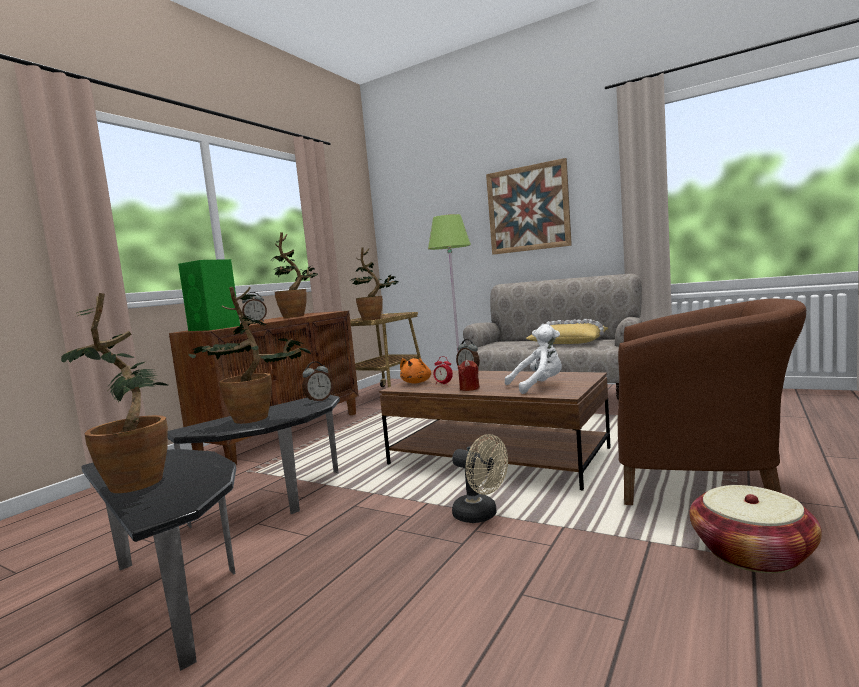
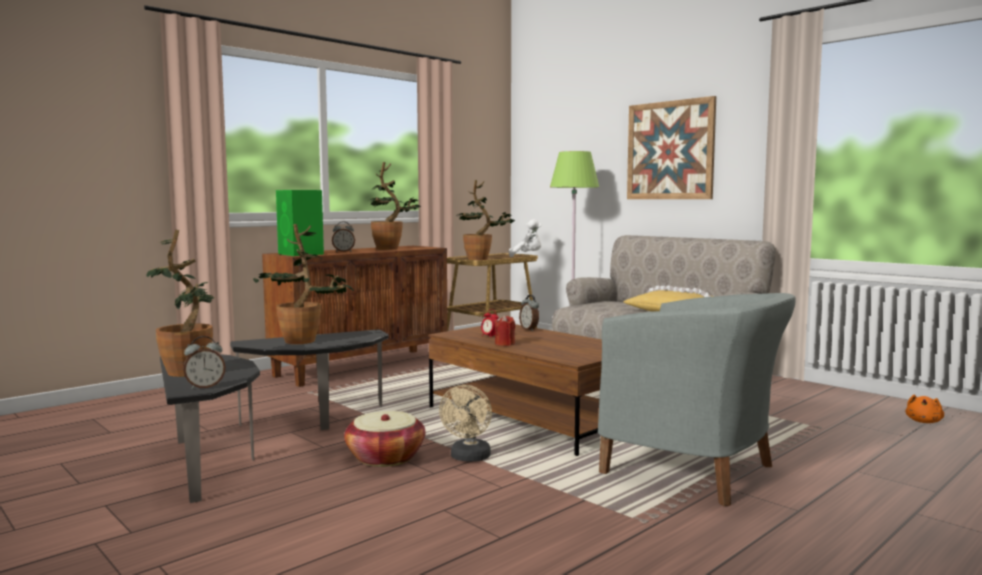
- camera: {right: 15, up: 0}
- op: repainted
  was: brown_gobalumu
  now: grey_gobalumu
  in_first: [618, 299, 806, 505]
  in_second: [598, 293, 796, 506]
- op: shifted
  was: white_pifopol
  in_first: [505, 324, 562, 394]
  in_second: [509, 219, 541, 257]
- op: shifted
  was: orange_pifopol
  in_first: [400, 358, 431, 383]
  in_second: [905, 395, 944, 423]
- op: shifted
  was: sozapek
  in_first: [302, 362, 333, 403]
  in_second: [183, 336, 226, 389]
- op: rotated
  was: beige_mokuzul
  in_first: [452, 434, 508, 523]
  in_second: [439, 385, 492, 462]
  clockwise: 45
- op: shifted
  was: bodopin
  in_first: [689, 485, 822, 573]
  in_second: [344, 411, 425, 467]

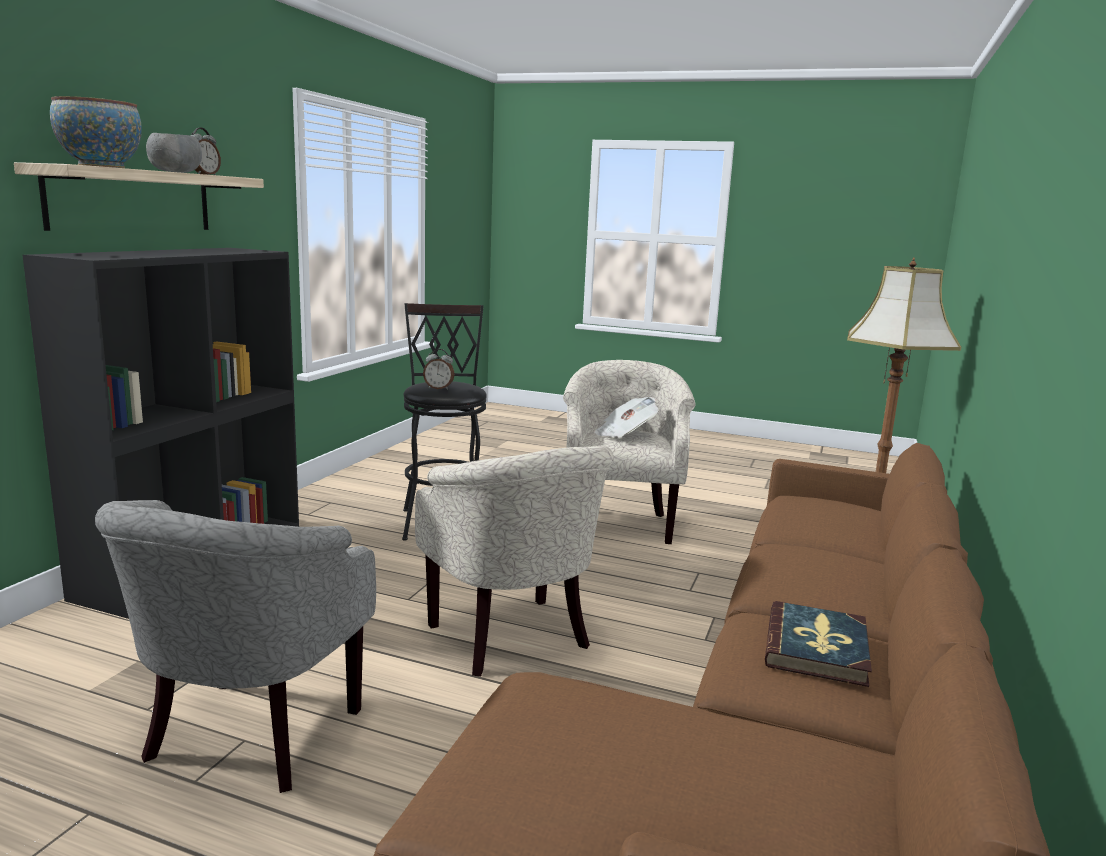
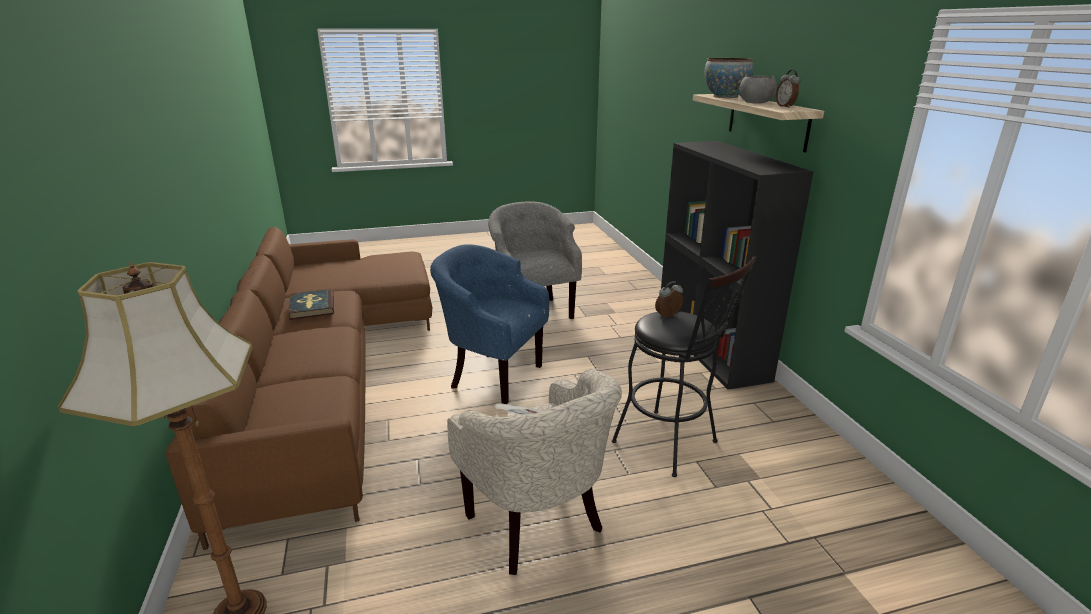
- camera: {right: 145, up: 10}
- op: repainted
  was: beige_gobalumu
  now: blue_gobalumu
  in_first: [415, 445, 614, 677]
  in_second: [430, 244, 549, 404]

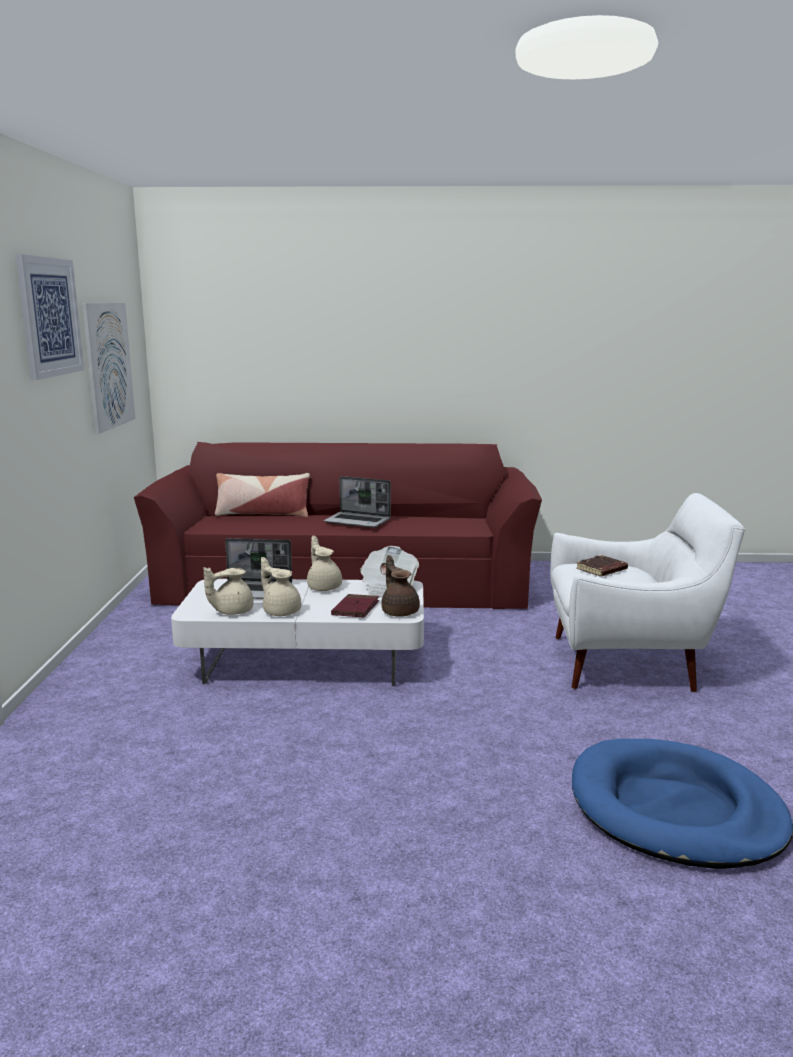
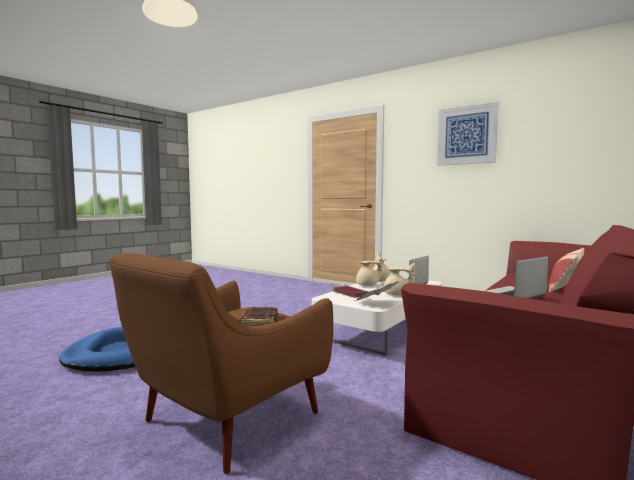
- camera: {right: 125, up: -10}
- op: gone
  was: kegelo
  in_first: [82, 303, 135, 434]
- op: repainted
  was: white_gobalumu
  now: brown_gobalumu
  in_first: [550, 493, 745, 692]
  in_second: [108, 253, 333, 474]
- op: gone
  was: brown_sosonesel
  in_first: [381, 555, 420, 617]

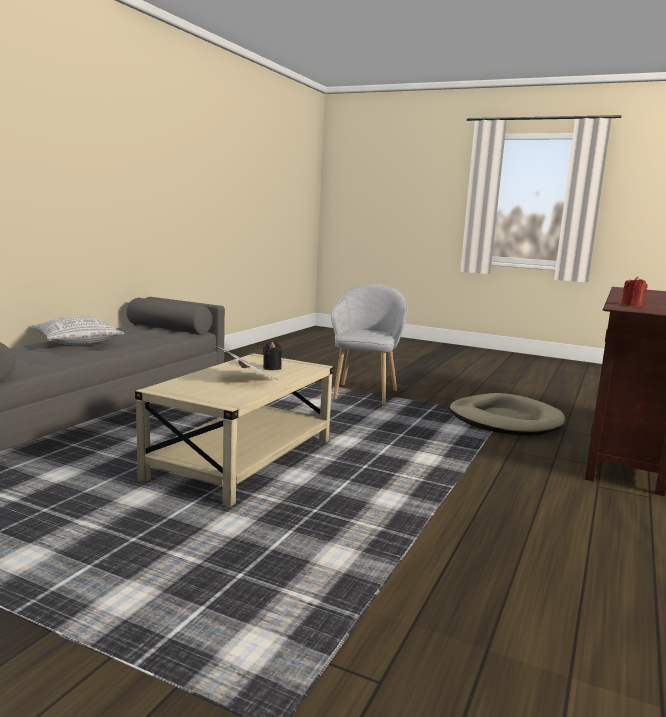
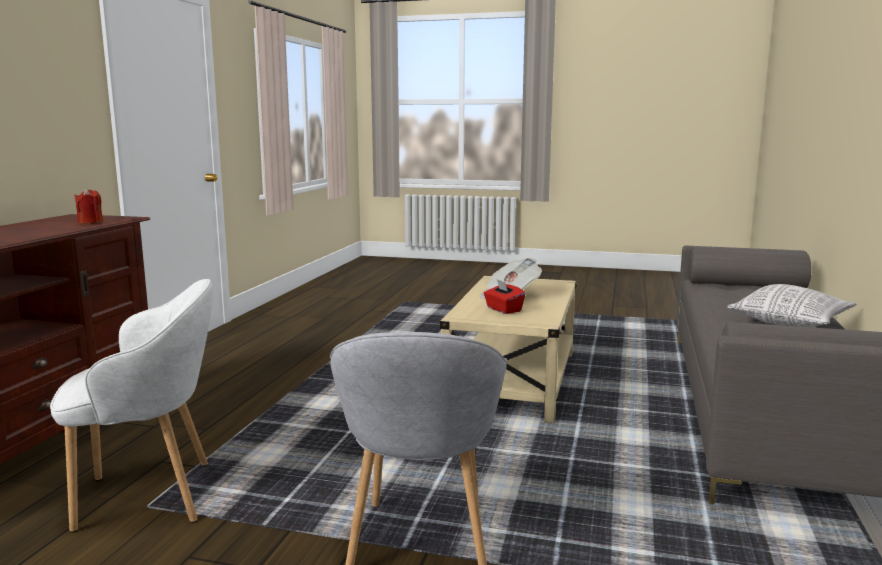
- camera: {right: 170, up: 0}
- op: swapped
  was: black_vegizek
  now: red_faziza
  in_first: [263, 342, 282, 370]
  in_second: [484, 279, 525, 314]
- op: swapped
  was: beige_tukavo
  now: white_gobalumu
  in_first: [450, 393, 565, 436]
  in_second: [50, 279, 213, 533]

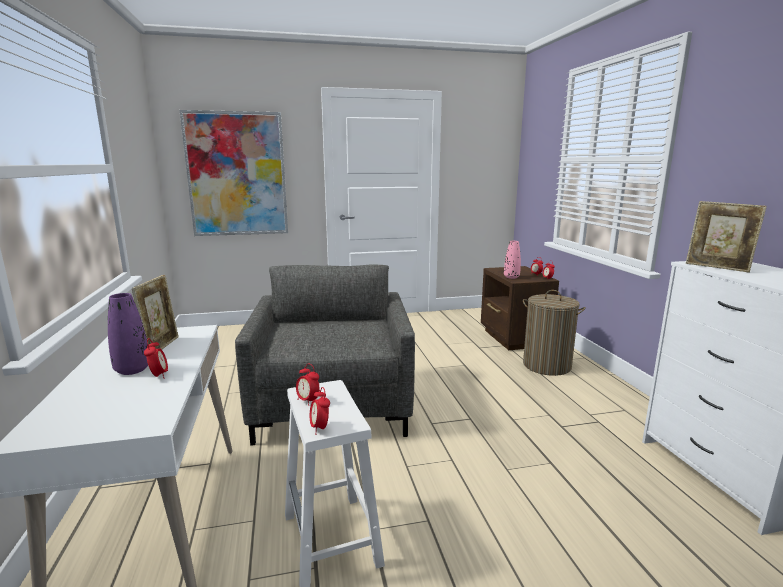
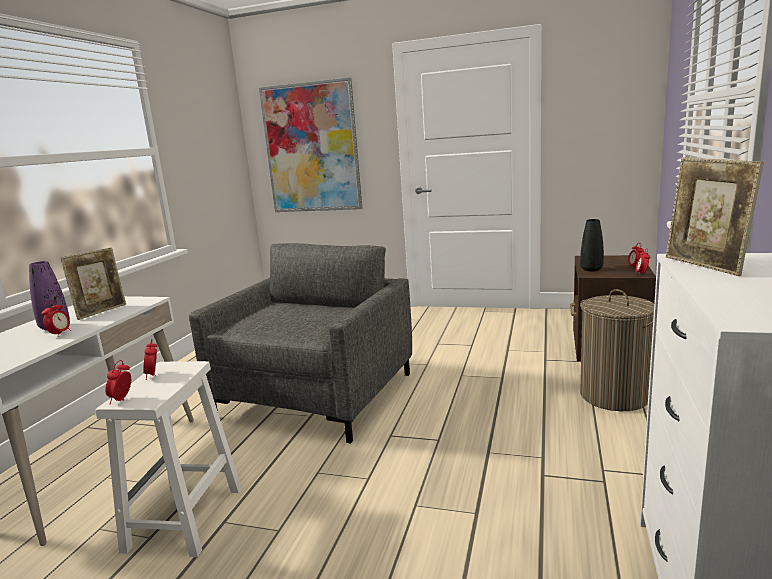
- camera: {right: 30, up: 0}
- op: repainted
  was: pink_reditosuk
  now: black_reditosuk
  in_first: [504, 241, 521, 279]
  in_second: [580, 219, 604, 271]

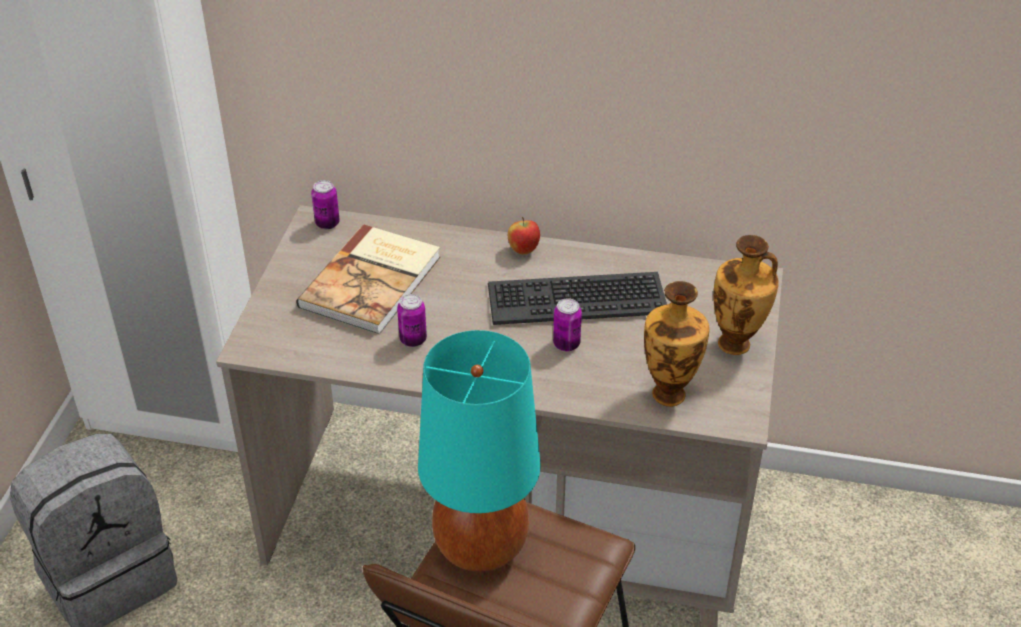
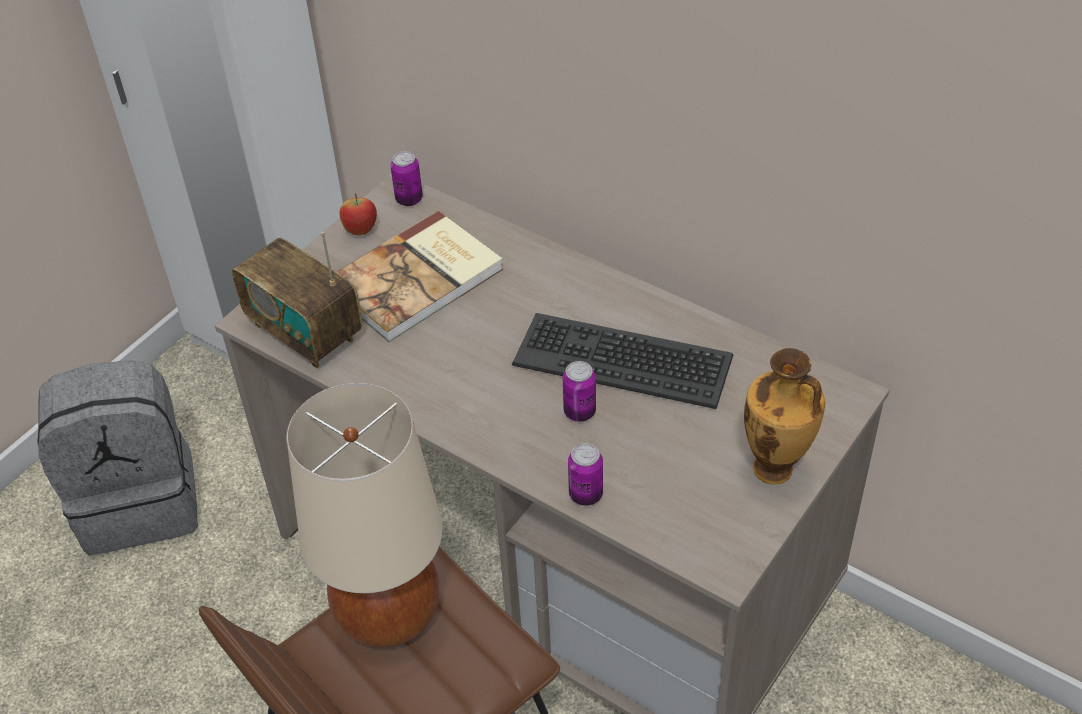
- camera: {right: 25, up: 5}
- op: shifted
  was: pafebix
  in_first: [508, 217, 540, 255]
  in_second: [339, 194, 377, 236]
- op: gone
  was: reditosuk
  in_first: [644, 281, 710, 407]
- op: shifted
  was: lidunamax
  in_first: [397, 294, 427, 347]
  in_second: [568, 443, 603, 506]
- op: repainted
  was: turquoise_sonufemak
  now: beige_sonufemak
  in_first: [418, 330, 541, 572]
  in_second: [287, 383, 442, 648]
- op: new
  now: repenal
  in_second: [232, 232, 362, 368]

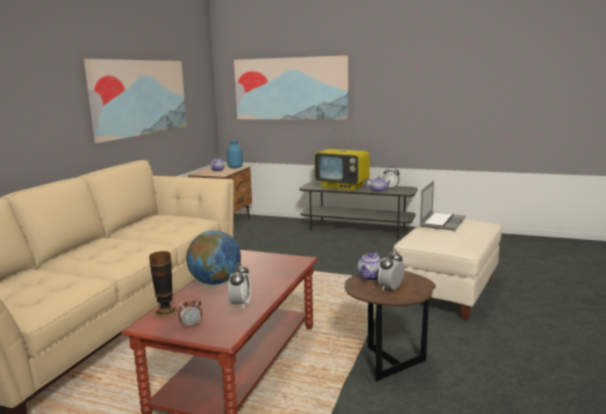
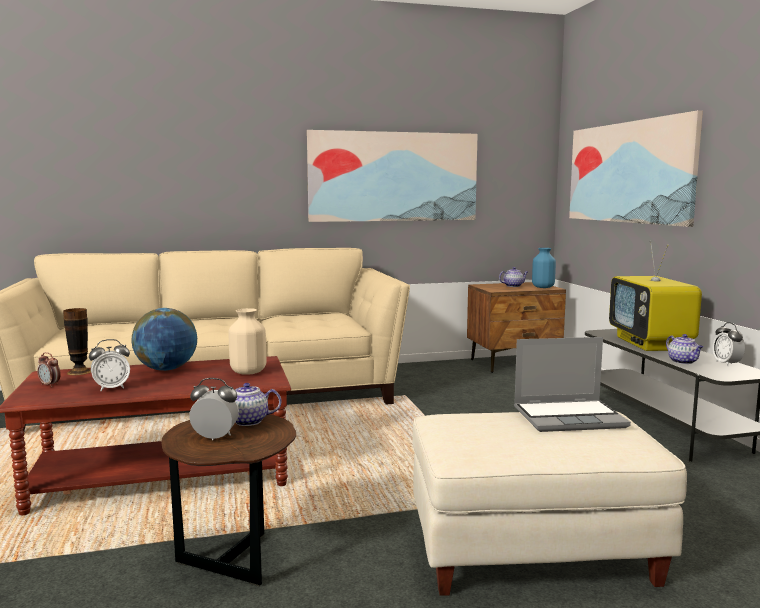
- camera: {right: 55, up: -5}
- op: new
  now: beige_reditosuk
  in_second: [229, 308, 266, 375]

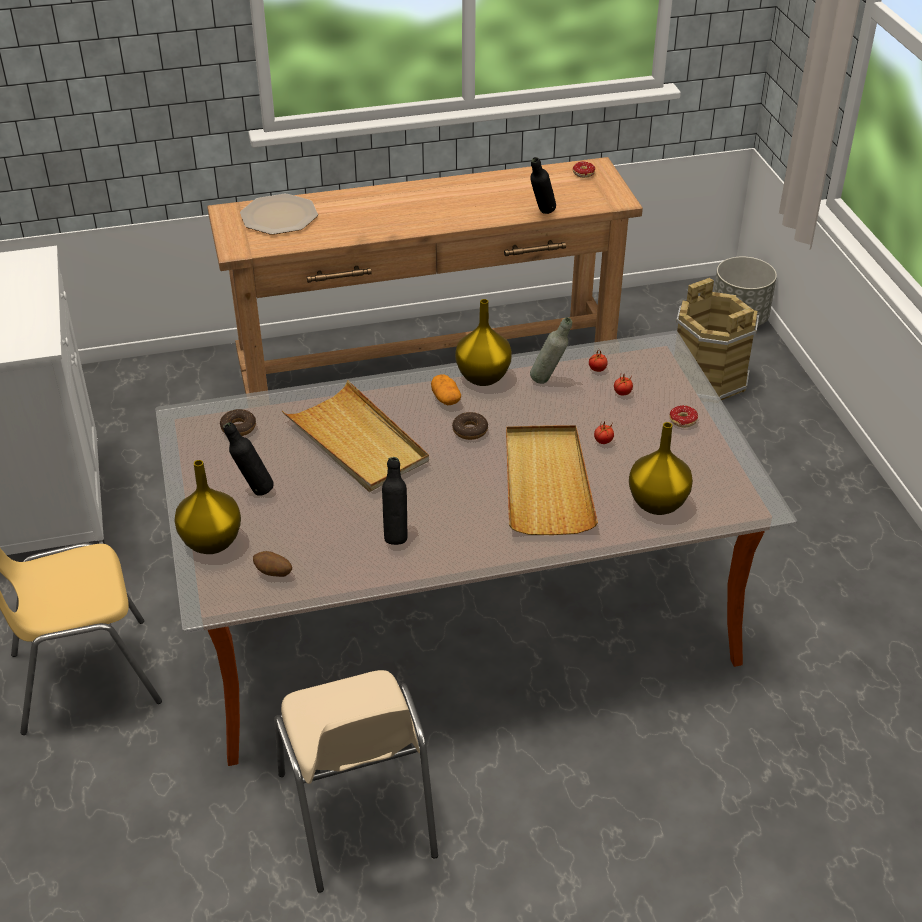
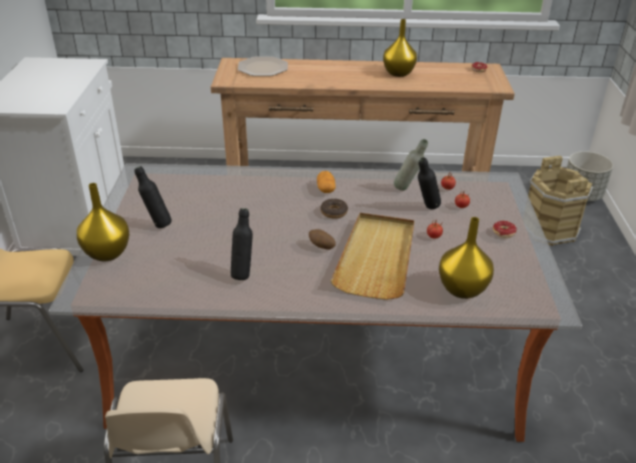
- camera: {right: 15, up: -5}
- op: shifted
  was: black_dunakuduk
  in_first: [530, 157, 556, 214]
  in_second: [418, 157, 441, 209]
- op: shifted
  was: yellow_reditosuk
  in_first: [455, 299, 512, 386]
  in_second: [383, 19, 417, 77]
- op: gone
  was: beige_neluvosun
  in_first: [282, 380, 429, 492]
- op: gone
  was: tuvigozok
  in_first: [220, 409, 256, 436]
- op: shifted
  was: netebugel
  in_first: [253, 551, 292, 577]
  in_second: [309, 229, 336, 250]

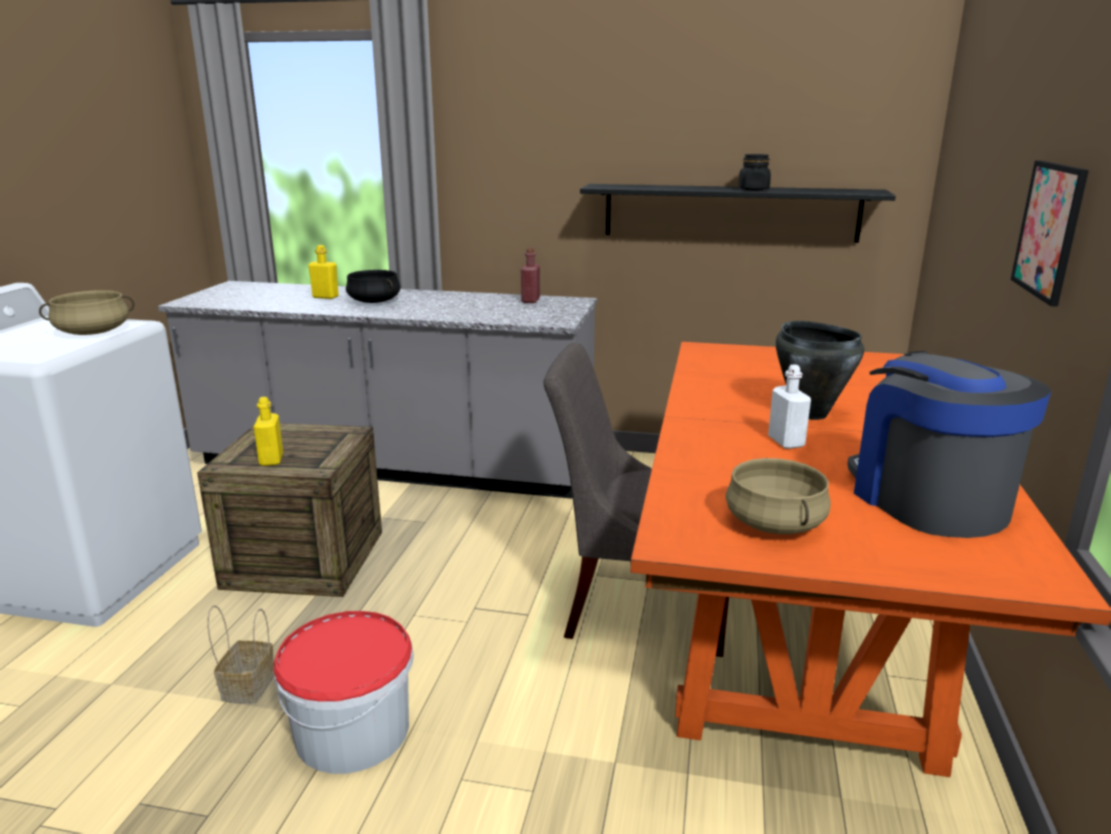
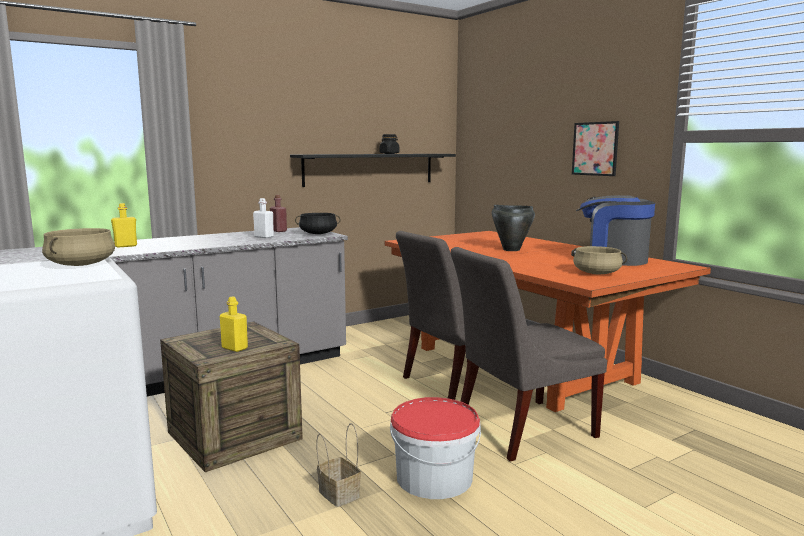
- camera: {right: -45, up: -10}
- op: shifted
  was: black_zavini
  in_first: [346, 270, 400, 303]
  in_second: [295, 213, 341, 234]
- op: shifted
  was: white_dunakuduk
  in_first: [768, 364, 811, 449]
  in_second: [253, 198, 274, 238]
- op: new
  now: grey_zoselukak
  in_second: [450, 247, 607, 461]

